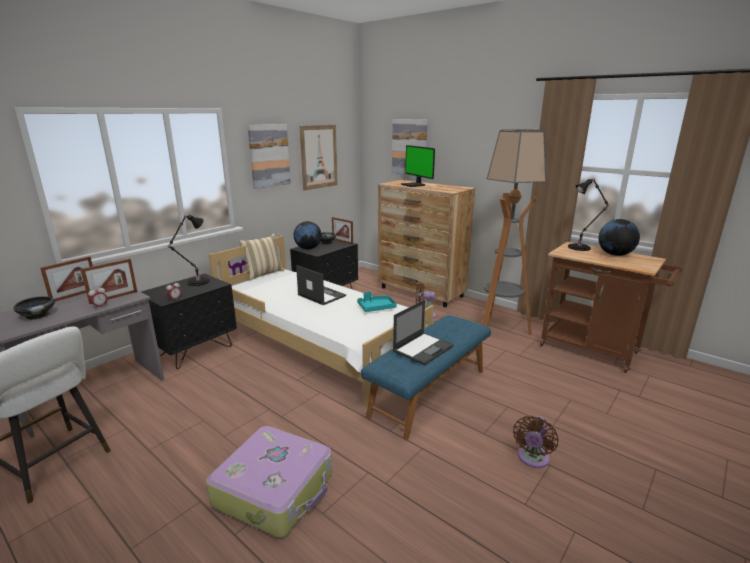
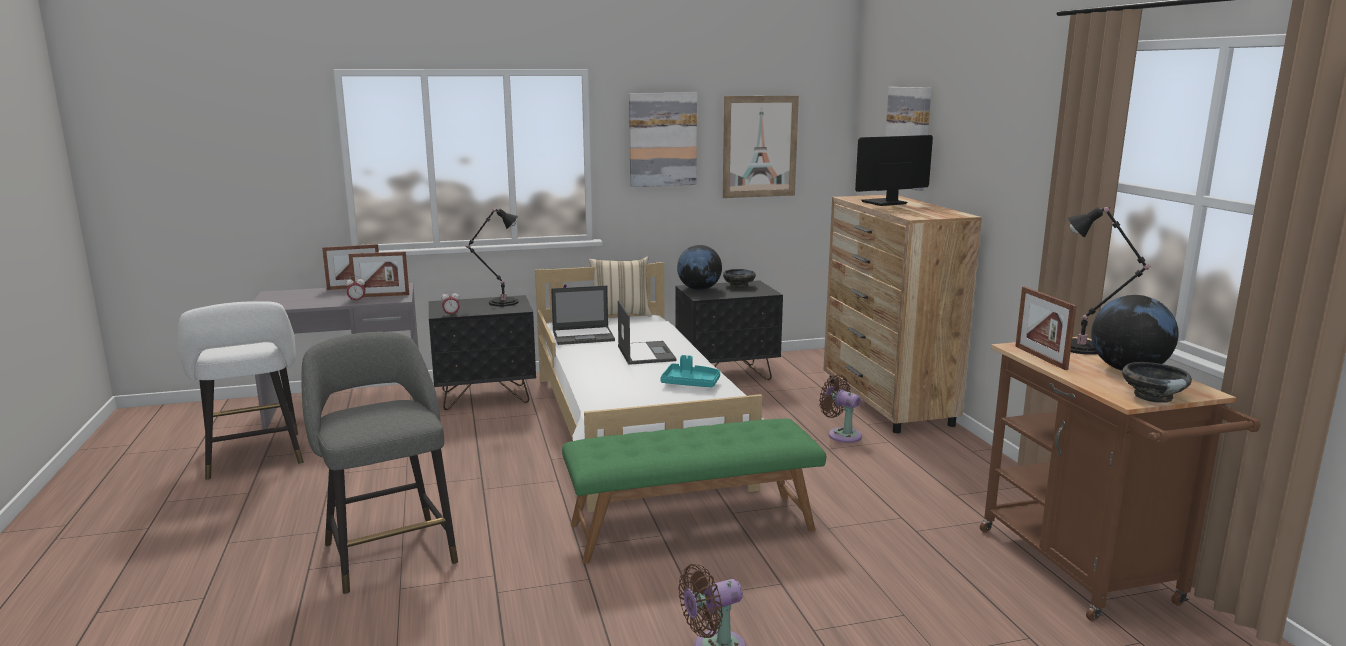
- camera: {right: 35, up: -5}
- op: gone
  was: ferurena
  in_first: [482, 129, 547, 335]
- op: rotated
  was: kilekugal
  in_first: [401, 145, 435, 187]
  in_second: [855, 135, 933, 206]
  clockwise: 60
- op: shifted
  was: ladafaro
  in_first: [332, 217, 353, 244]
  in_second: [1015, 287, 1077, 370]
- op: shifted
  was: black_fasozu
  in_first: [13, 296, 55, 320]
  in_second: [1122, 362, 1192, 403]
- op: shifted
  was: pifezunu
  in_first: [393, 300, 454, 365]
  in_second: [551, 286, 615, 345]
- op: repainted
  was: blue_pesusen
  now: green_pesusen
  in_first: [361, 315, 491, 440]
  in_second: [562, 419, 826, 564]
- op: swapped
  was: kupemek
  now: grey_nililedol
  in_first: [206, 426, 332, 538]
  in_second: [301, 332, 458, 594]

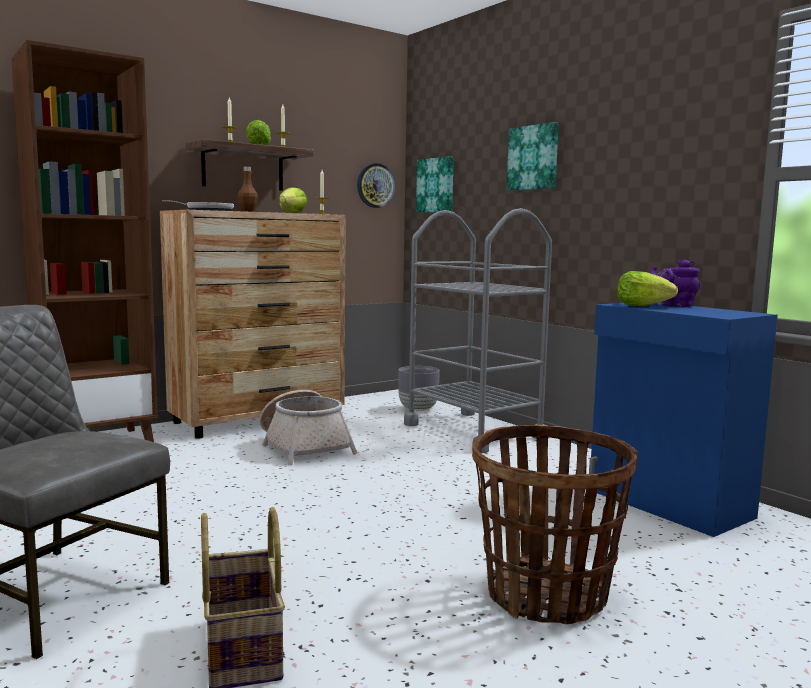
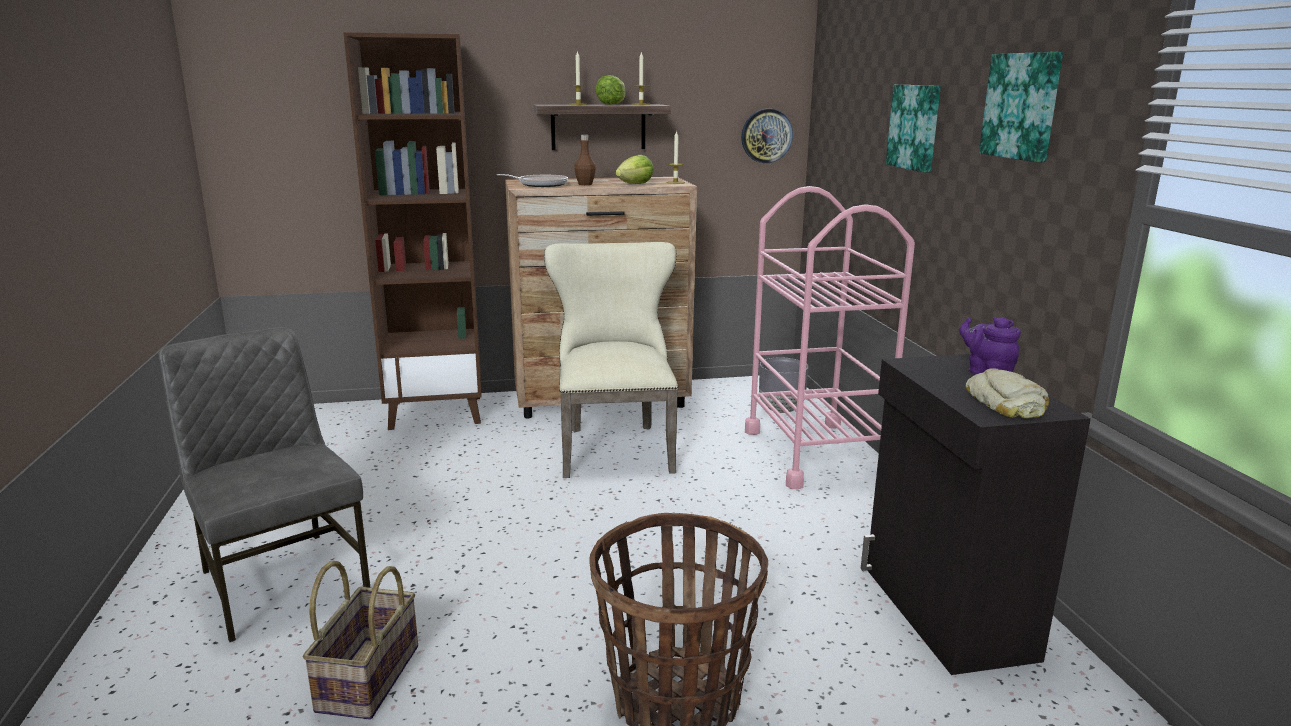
- camera: {right: 25, up: 10}
- op: shifted
  was: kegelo
  in_first: [416, 156, 454, 212]
  in_second: [979, 52, 1063, 162]
- op: repainted
  was: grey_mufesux
  now: pink_mufesux
  in_first: [404, 208, 552, 453]
  in_second: [745, 186, 915, 489]
- op: gone
  was: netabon
  in_first: [617, 271, 678, 306]
- op: repainted
  was: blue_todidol
  now: black_todidol
  in_first: [589, 303, 778, 537]
  in_second: [861, 354, 1091, 675]
- op: swapped
  was: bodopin
  now: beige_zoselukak
  in_first: [260, 390, 357, 465]
  in_second: [544, 242, 678, 478]
- op: new
  now: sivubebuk
  in_second: [966, 368, 1049, 419]

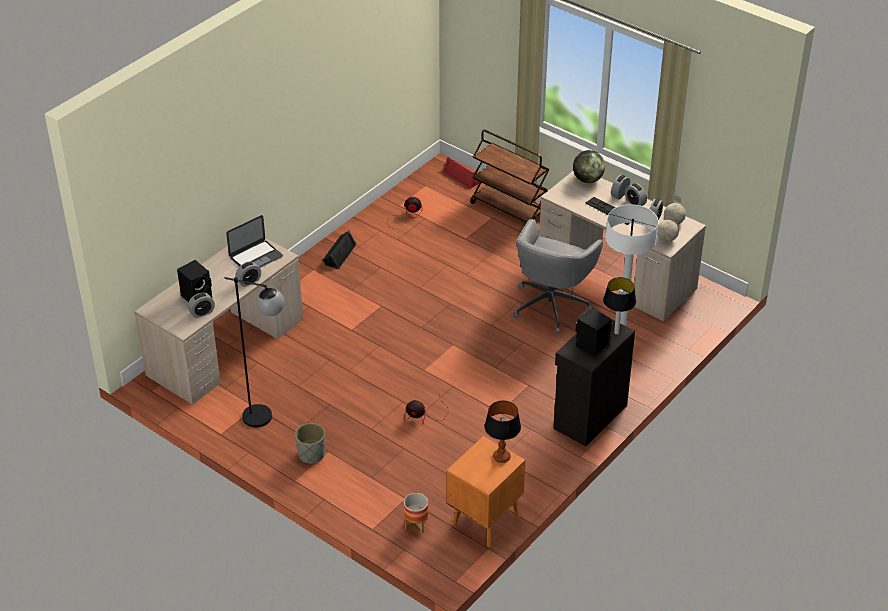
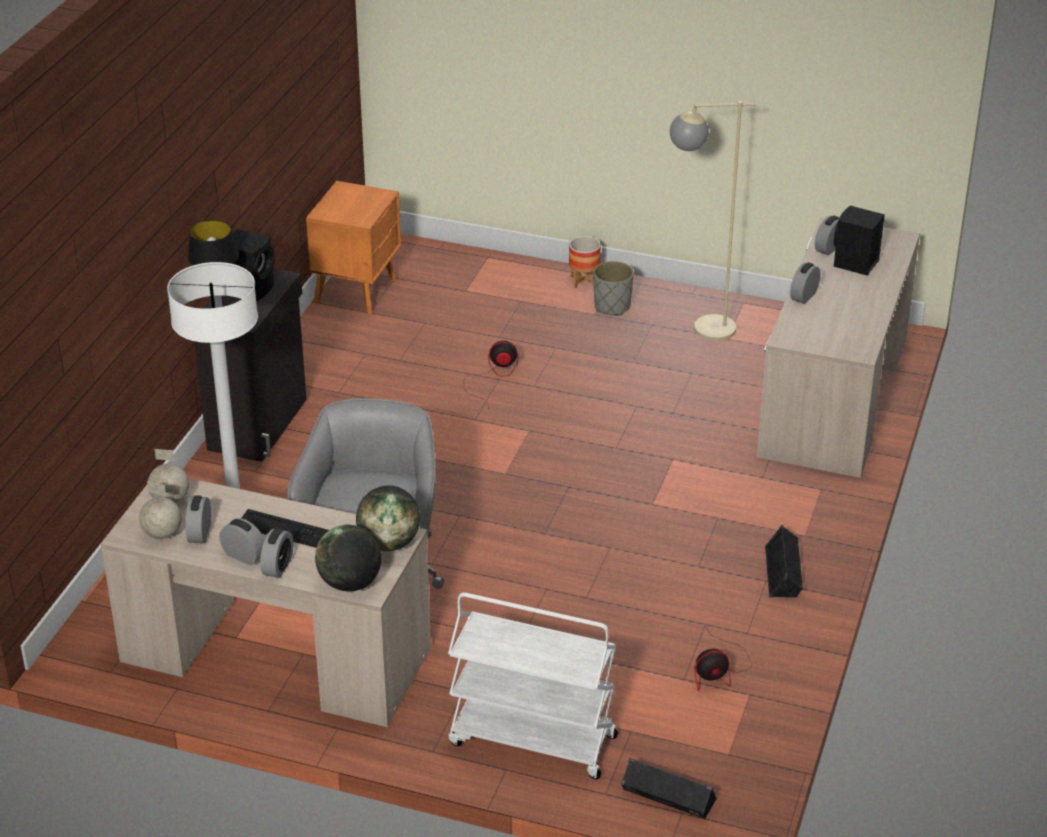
- camera: {right: 160, up: -5}
- op: repainted
  was: brown_mufesux
  now: white_mufesux
  in_first: [470, 130, 549, 225]
  in_second: [448, 592, 618, 779]
- op: repainted
  was: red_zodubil
  now: black_zodubil
  in_first: [442, 157, 480, 189]
  in_second: [621, 758, 717, 819]
- op: gone
  was: pifezunu
  in_first: [226, 215, 283, 268]
- op: repainted
  was: black_ferurena
  now: beige_ferurena
  in_first: [225, 277, 284, 427]
  in_second: [670, 101, 757, 341]
- op: gone
  was: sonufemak
  in_first: [484, 401, 521, 463]
- op: shifted
  was: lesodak
  in_first: [404, 493, 428, 533]
  in_second: [569, 236, 601, 288]
- op: new
  now: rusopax
  in_second: [356, 485, 420, 551]

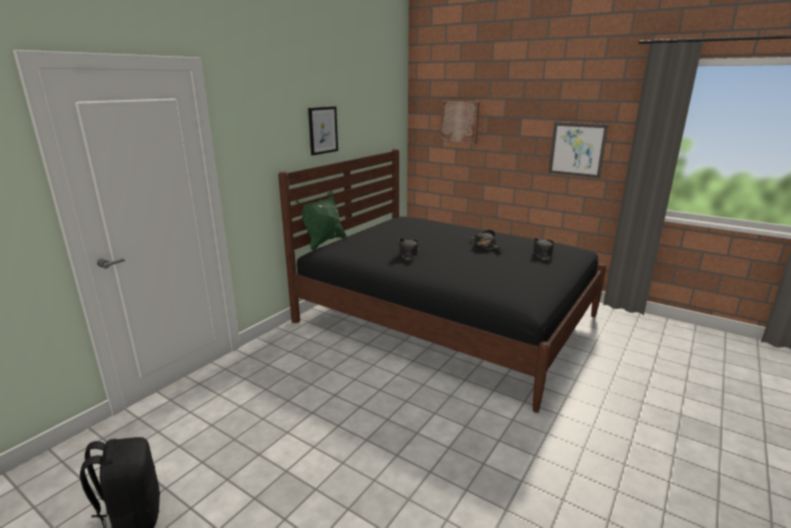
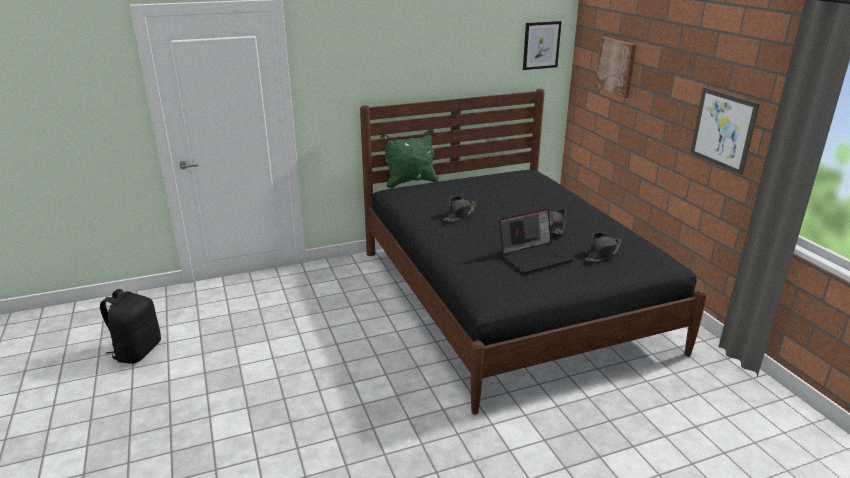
- camera: {right: 35, up: 5}
- op: shifted
  was: kegelo
  in_first: [308, 106, 338, 155]
  in_second: [523, 21, 562, 70]
- op: new
  now: pifezunu
  in_second: [499, 209, 574, 273]

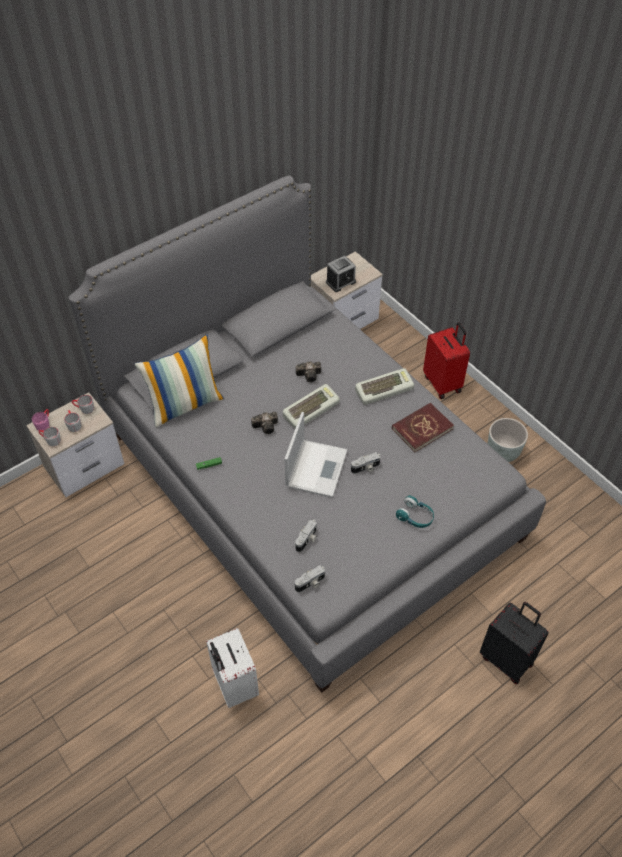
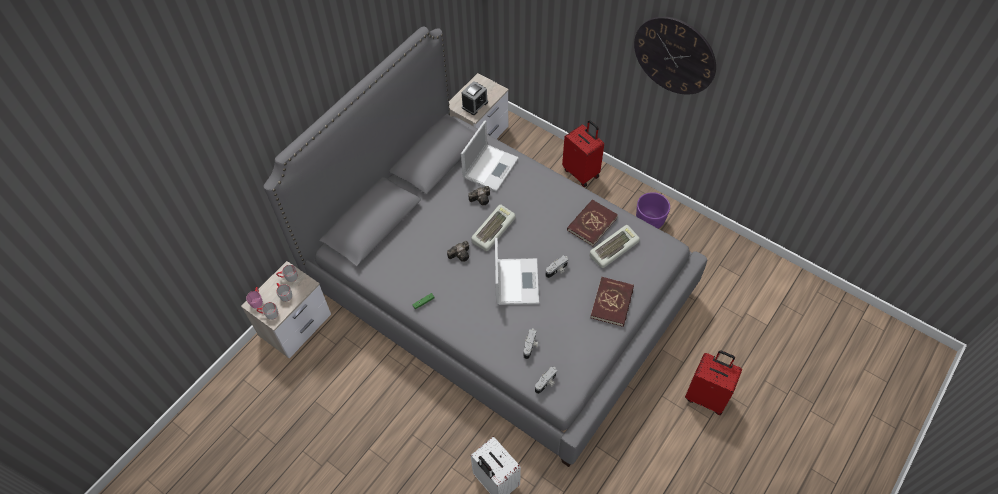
- camera: {right: -15, up: 5}
- op: gone
  was: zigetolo
  in_first: [135, 335, 224, 427]
- op: shifted
  was: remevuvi
  in_first: [355, 368, 414, 405]
  in_second: [589, 225, 640, 268]
- op: repainted
  was: grey_lesodak
  now: purple_lesodak
  in_first: [488, 418, 528, 462]
  in_second: [636, 192, 670, 229]
- op: swapped
  was: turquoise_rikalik
  now: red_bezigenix
  in_first: [396, 495, 434, 528]
  in_second: [590, 277, 634, 327]
- op: repainted
  was: black_kupemek
  now: red_kupemek
  in_first: [480, 602, 548, 684]
  in_second: [685, 350, 742, 415]
- op: new
  now: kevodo
  in_second: [634, 17, 716, 95]
- op: new
  now: pifezunu
  in_second: [461, 120, 519, 192]

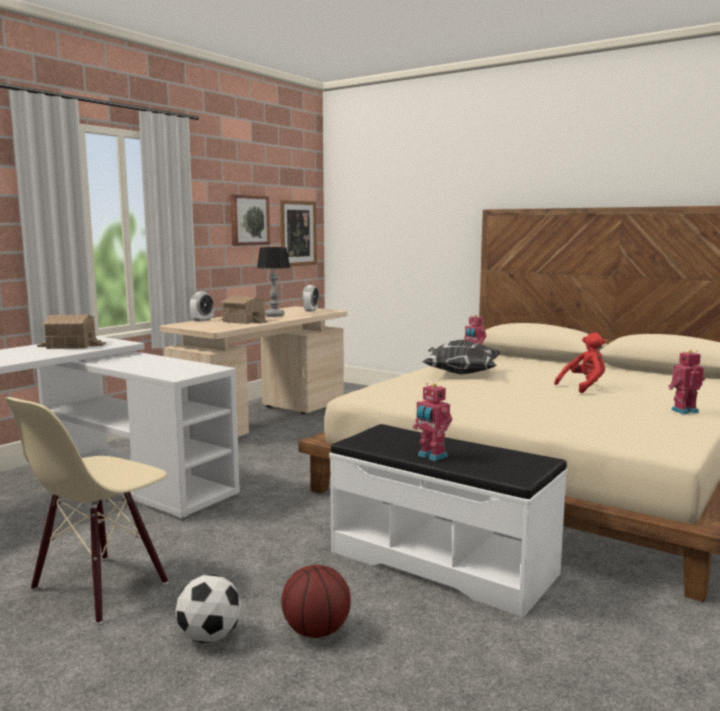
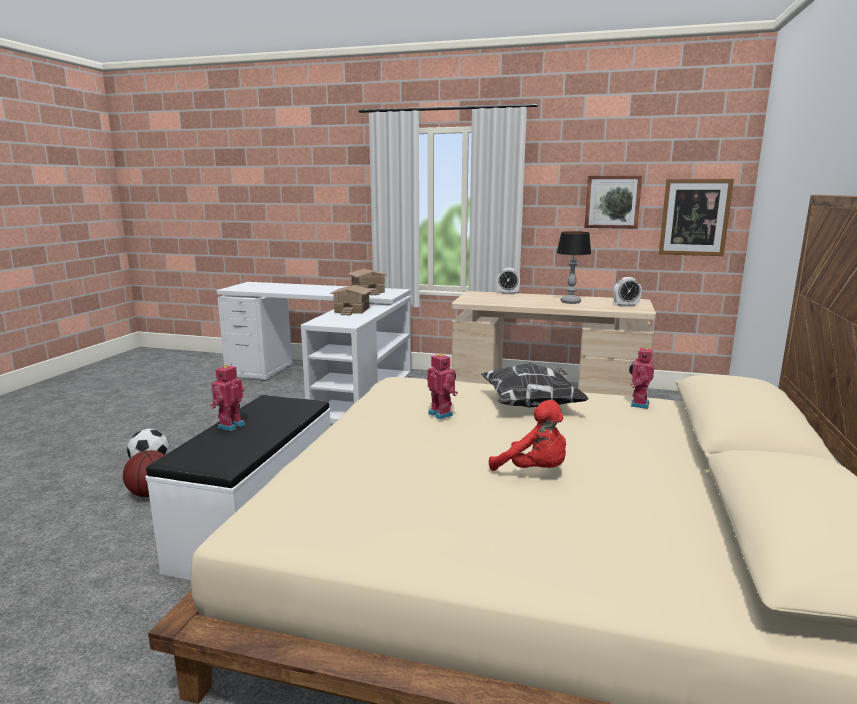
- camera: {right: 70, up: 5}
- op: shifted
  was: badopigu
  in_first: [221, 296, 267, 324]
  in_second: [330, 285, 372, 315]
- op: shifted
  was: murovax
  in_first: [668, 350, 705, 414]
  in_second: [427, 353, 458, 419]
- op: gone
  was: beige_zoselukak
  in_first: [5, 397, 168, 624]

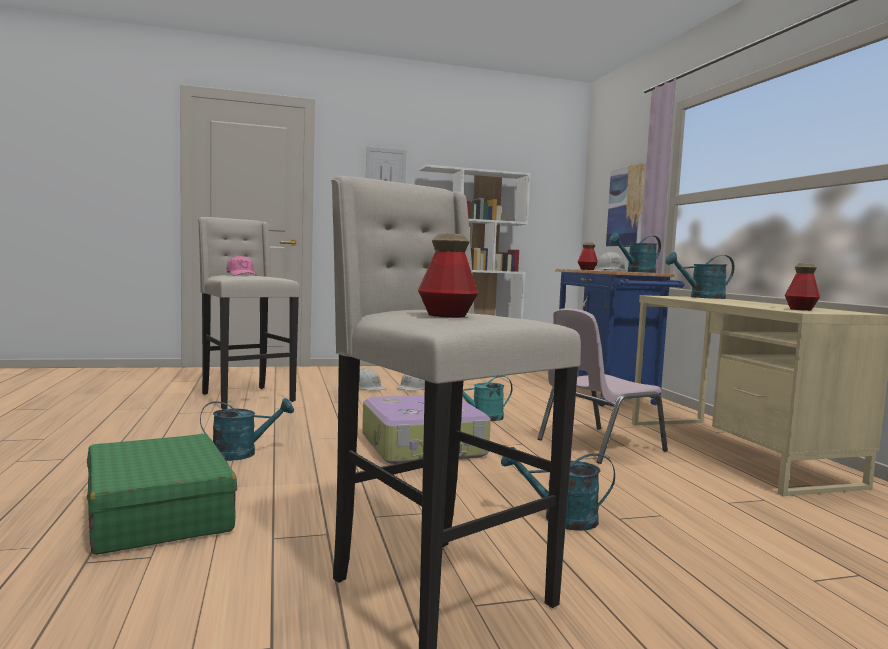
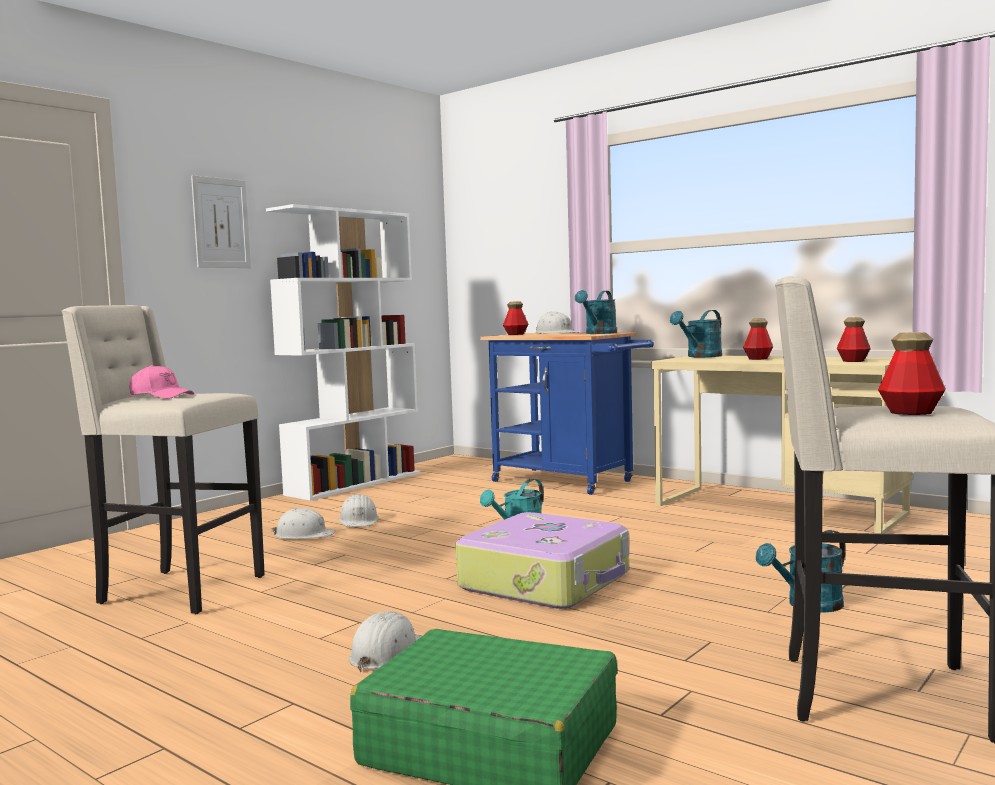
- camera: {right: -35, up: 0}
- op: gone
  was: kegelo
  in_first: [606, 163, 646, 246]
- op: gone
  was: pink_zoselukak
  in_first: [538, 308, 668, 464]
- op: swapped
  was: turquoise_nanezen
  now: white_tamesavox
  in_first: [200, 398, 294, 461]
  in_second: [349, 611, 422, 672]
- op: new
  now: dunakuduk
  in_second: [743, 319, 773, 360]

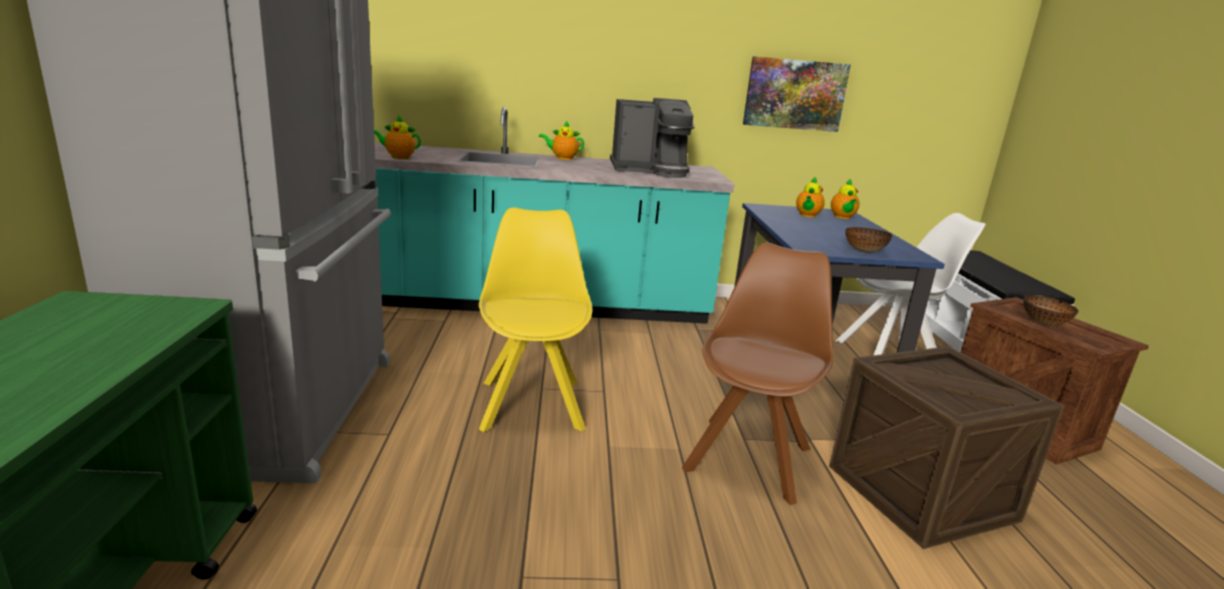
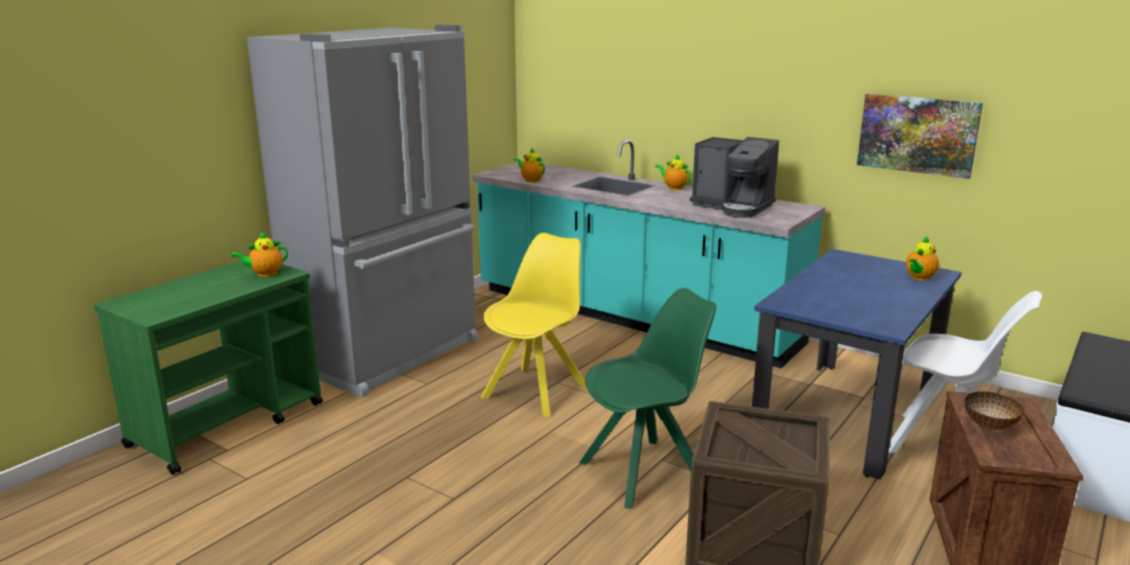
- camera: {right: 40, up: 0}
- op: shifted
  was: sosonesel
  in_first: [796, 177, 825, 217]
  in_second: [230, 232, 288, 277]
- op: gone
  was: fasozu
  in_first: [845, 227, 892, 253]
- op: repainted
  was: brown_zoselukak
  now: green_zoselukak
  in_first: [682, 243, 833, 505]
  in_second: [579, 288, 717, 509]

